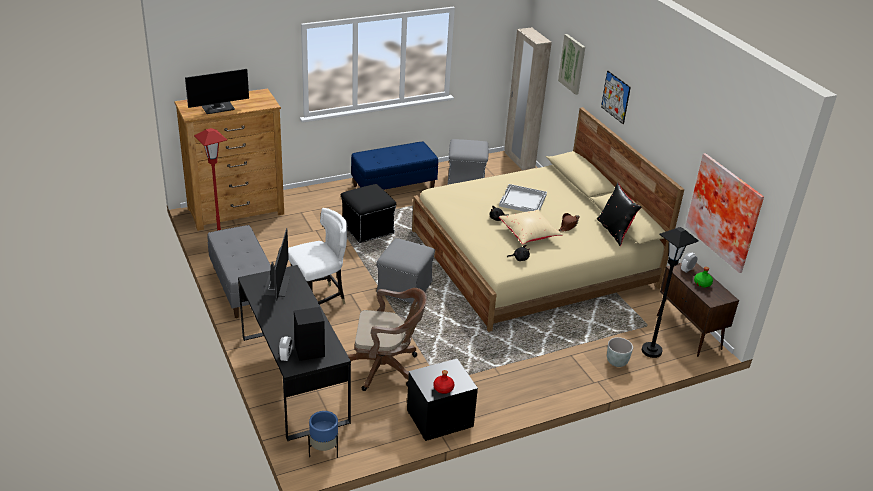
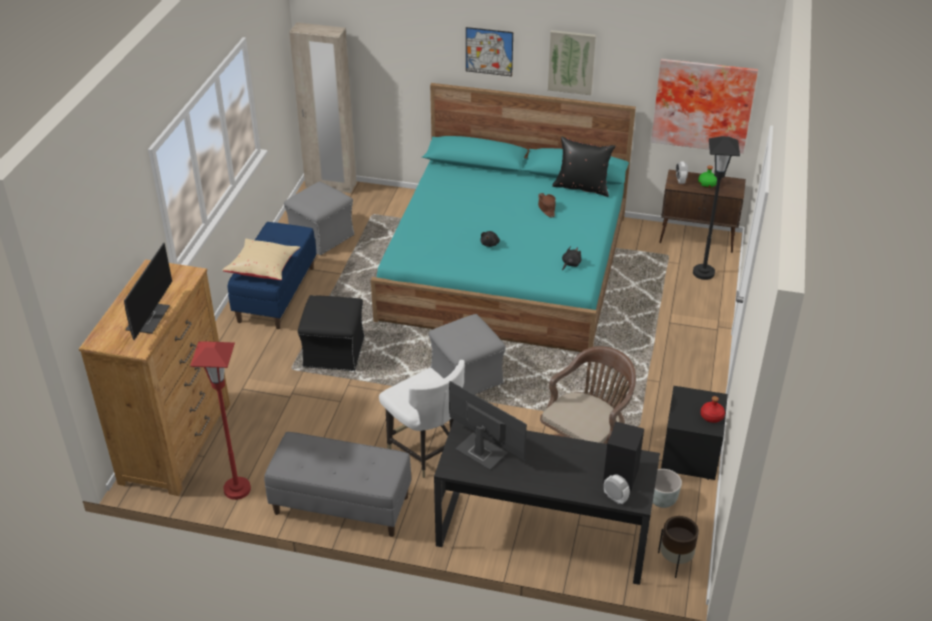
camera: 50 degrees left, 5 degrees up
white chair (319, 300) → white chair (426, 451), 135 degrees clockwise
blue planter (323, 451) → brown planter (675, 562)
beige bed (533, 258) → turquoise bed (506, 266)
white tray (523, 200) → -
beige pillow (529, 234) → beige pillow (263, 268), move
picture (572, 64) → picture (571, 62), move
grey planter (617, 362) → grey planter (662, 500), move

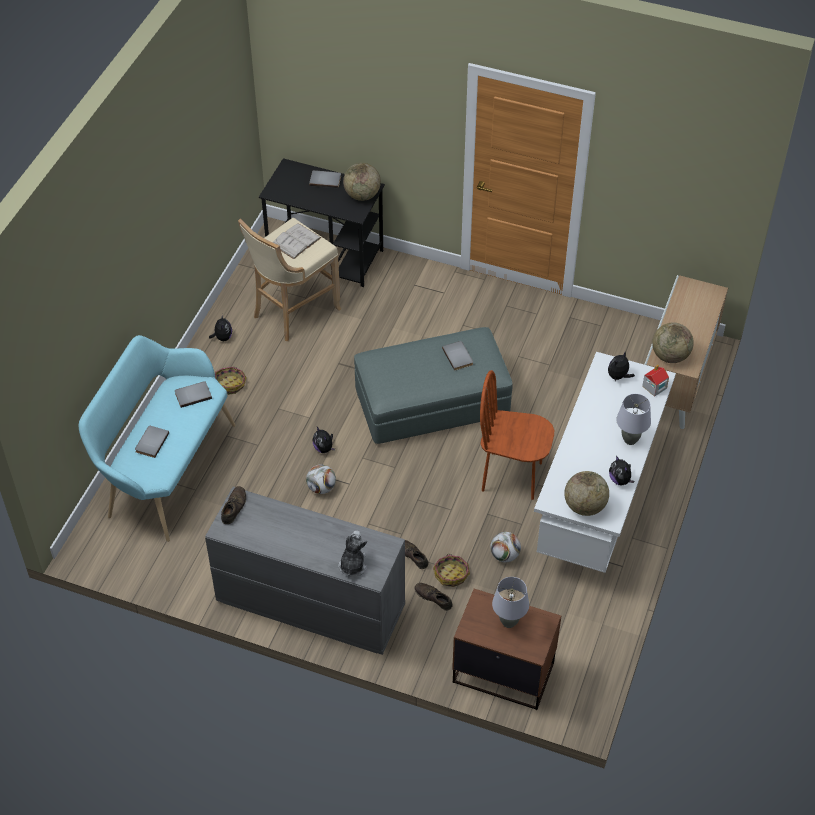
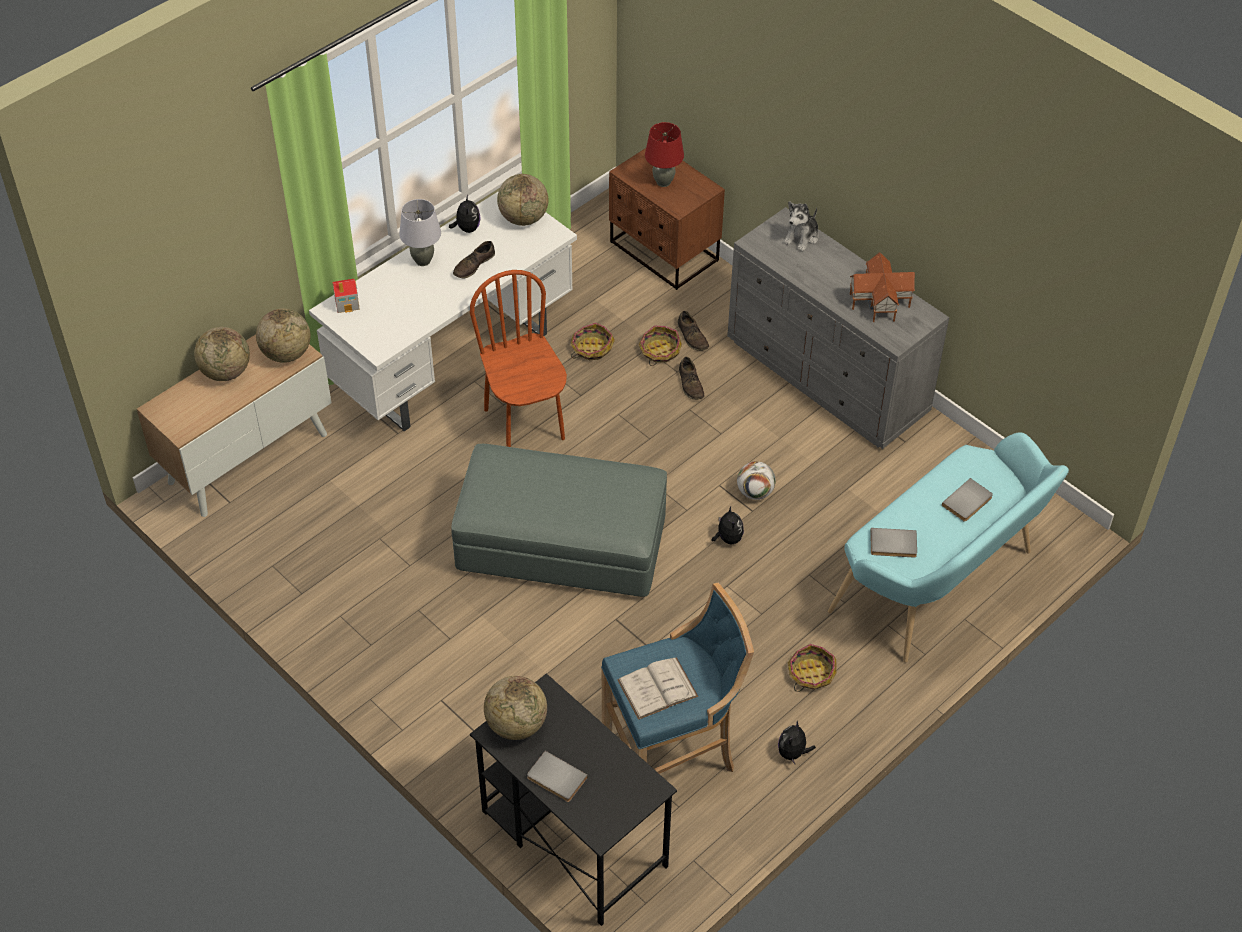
camera: 155 degrees left, 0 degrees up
brown shoe (234, 507) → brown shoe (474, 265), move
beige stool (292, 312) → blue stool (673, 755)
grey book (458, 356) → -
brown chair (512, 476) → brown chair (525, 424), 150 degrees counterclockwise
football (504, 555) → basket (591, 348)
grey table lamp (508, 622) → red table lamp (663, 182)
plush toy (618, 376) → -
- → globe (226, 372)
- → toy house (878, 301)

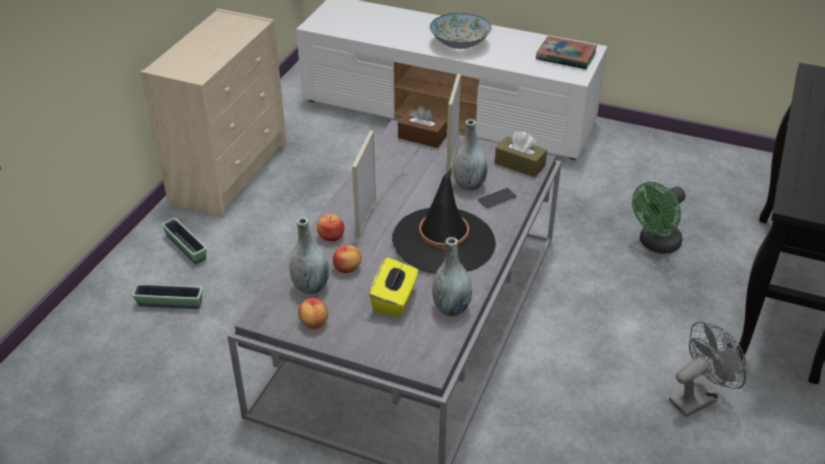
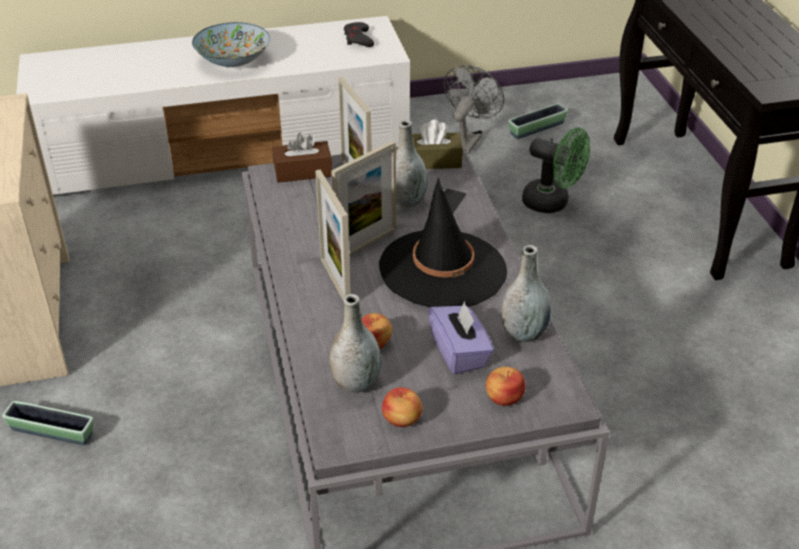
camera: 35 degrees left, 0 degrees up
planter (170, 303) → planter (537, 129), move
apple (331, 236) → apple (504, 397), move
yellow tissue box (394, 300) → purple tissue box (459, 353)
book (566, 57) → grey game controller (358, 39)
green fan (655, 244) → green fan (552, 203), 75 degrees counterclockwise
grey fan (698, 398) → grey fan (467, 140), move
- → picture frame (366, 244)

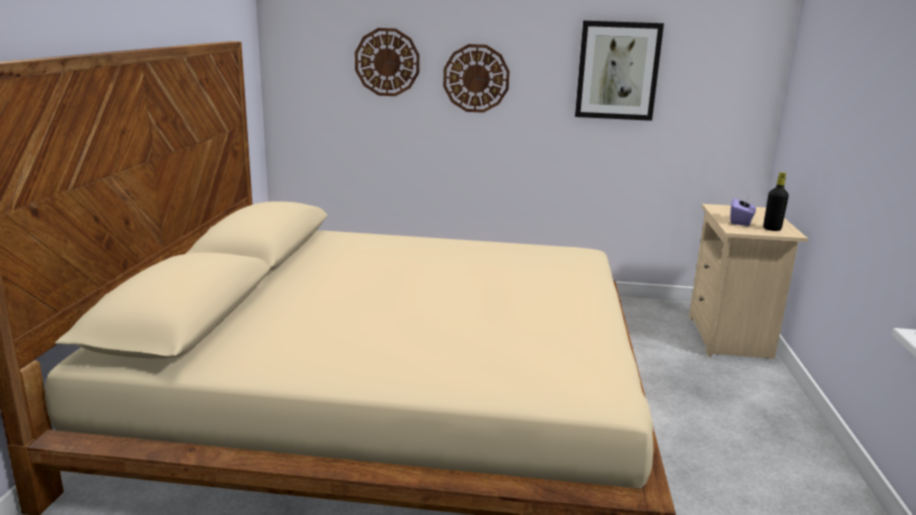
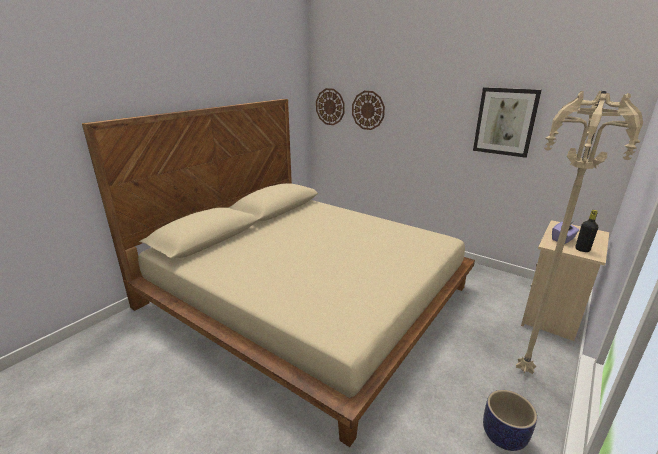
camera: 30 degrees right, 5 degrees up
wall clock (476, 78) → wall clock (330, 106), move
- → planter (504, 436)
- → beige floor lamp (524, 372)

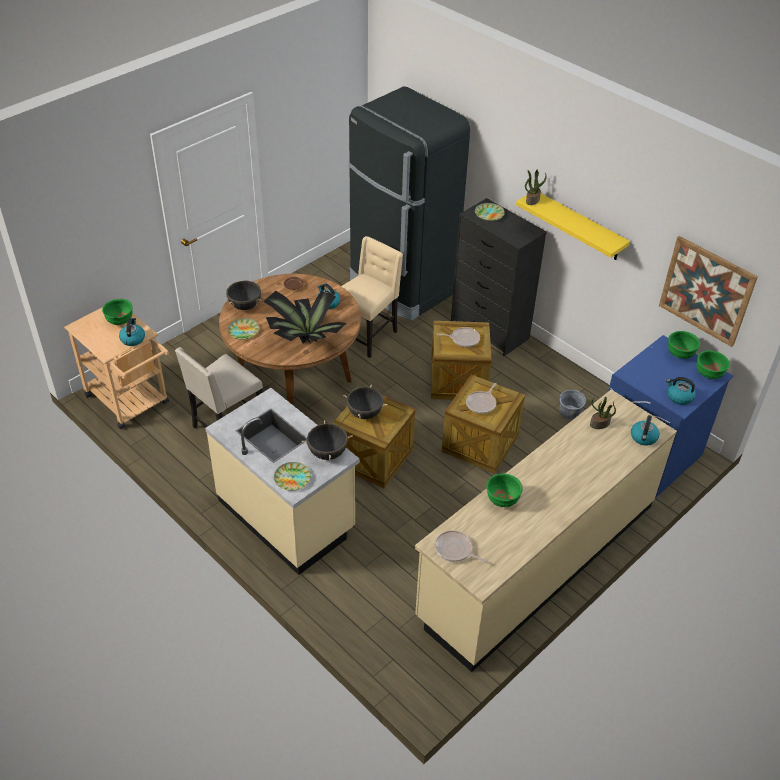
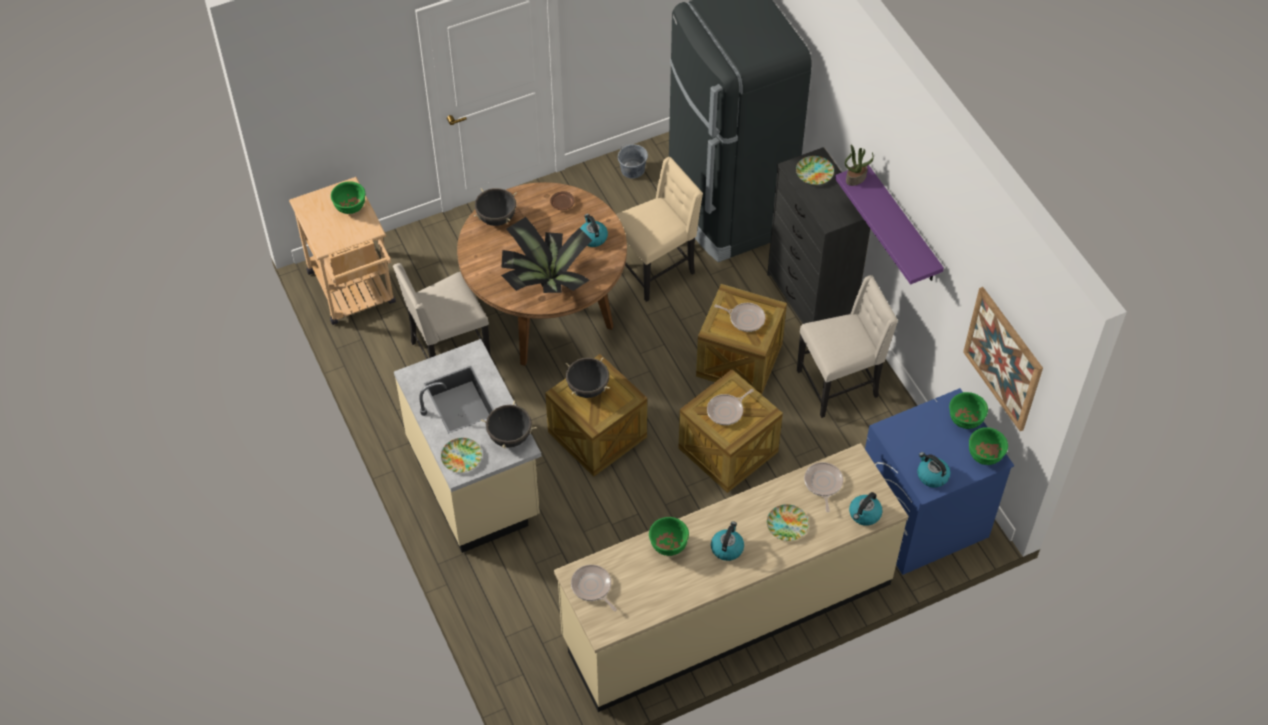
camera: 20 degrees right, 10 degrees up
kettle (133, 339) → kettle (727, 548), move
plate (243, 331) → plate (787, 525), move
yellow shelf (579, 226) → purple shelf (902, 225)
grey bucket (570, 412) → grey bucket (633, 170), move
potted plant (599, 424) → frying pan (823, 484)
- → beige chair (839, 384)

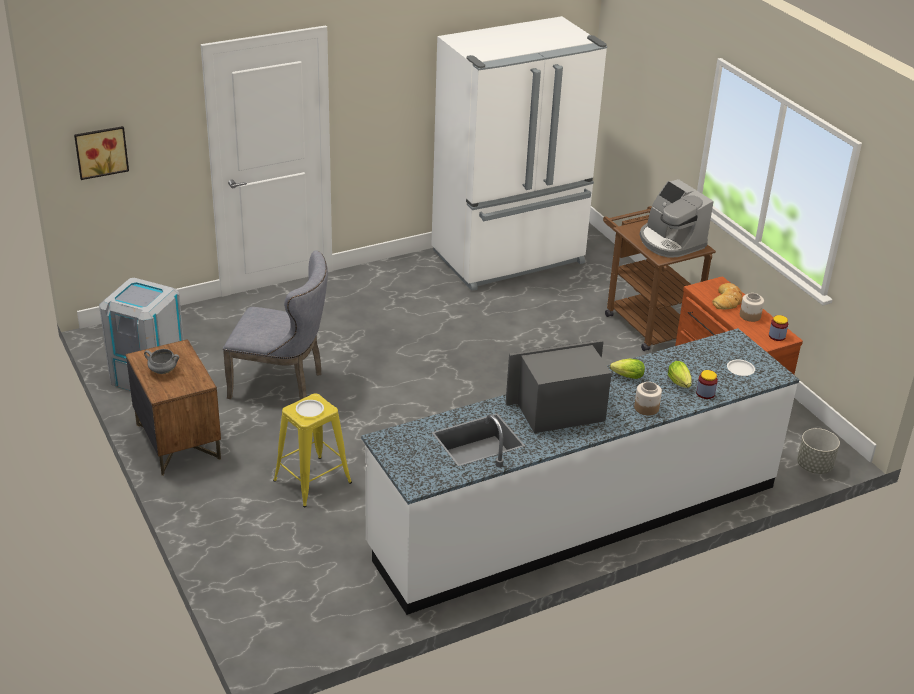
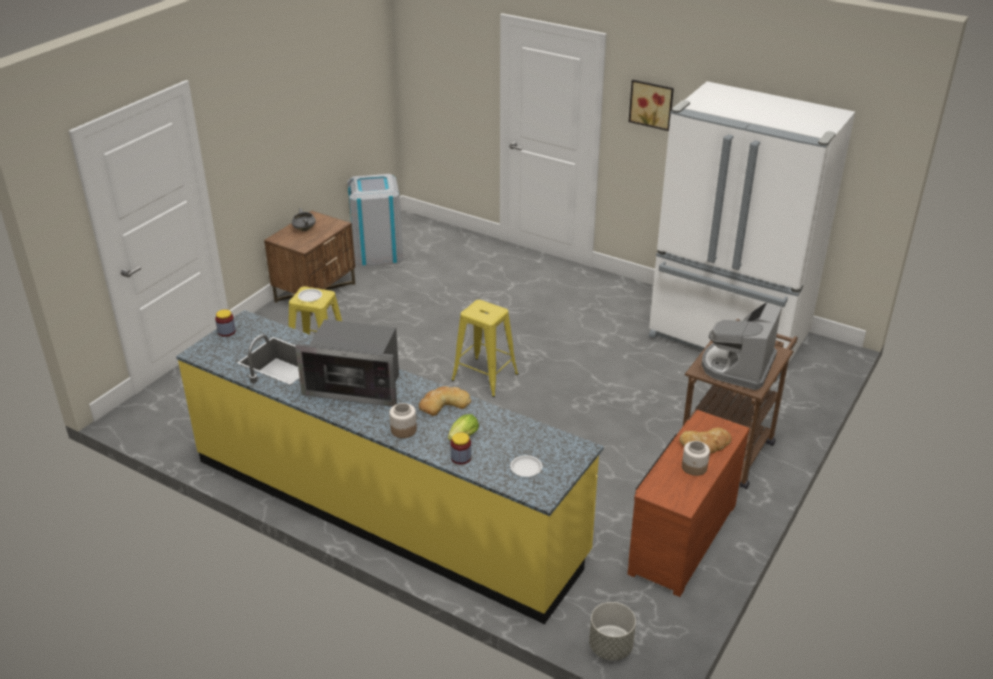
camera: 60 degrees right, 0 degrees up
picture (101, 151) → picture (652, 104), move
grey chair (282, 384) → -
white counter (576, 517) → yellow counter (386, 507)
microwave (560, 411) → microwave (356, 386), 150 degrees clockwise
lettuce (625, 376) → bread (443, 404)
jar (777, 336) → jar (226, 331), move
- → yellow stool (485, 377)

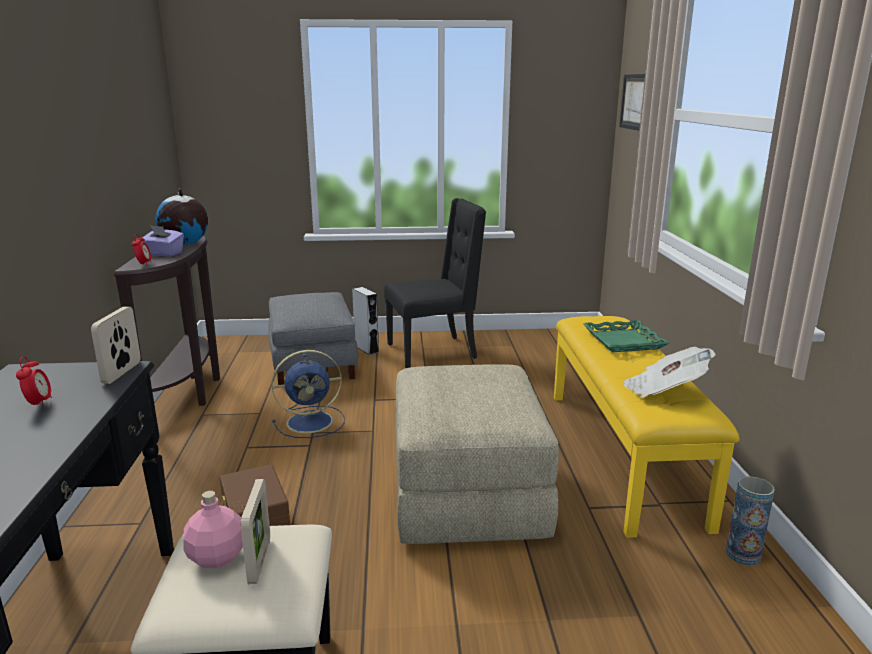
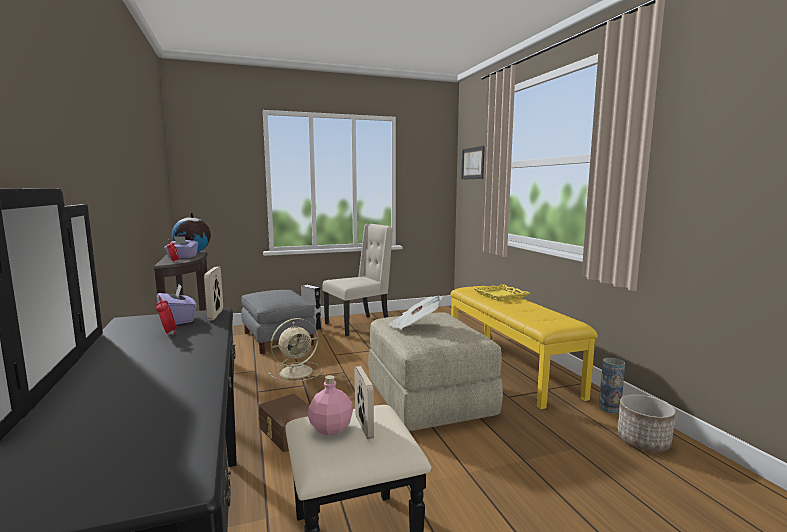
camera: 15 degrees left, 10 degrees down
blue fan (312, 422) → beige fan (297, 371)
black chair (433, 351) → beige chair (358, 325)
green tray (624, 341) → yellow tray (501, 295)
newspaper (664, 391) → newspaper (414, 326), move
- → purple tissue box (178, 319)
- → planter (643, 441)

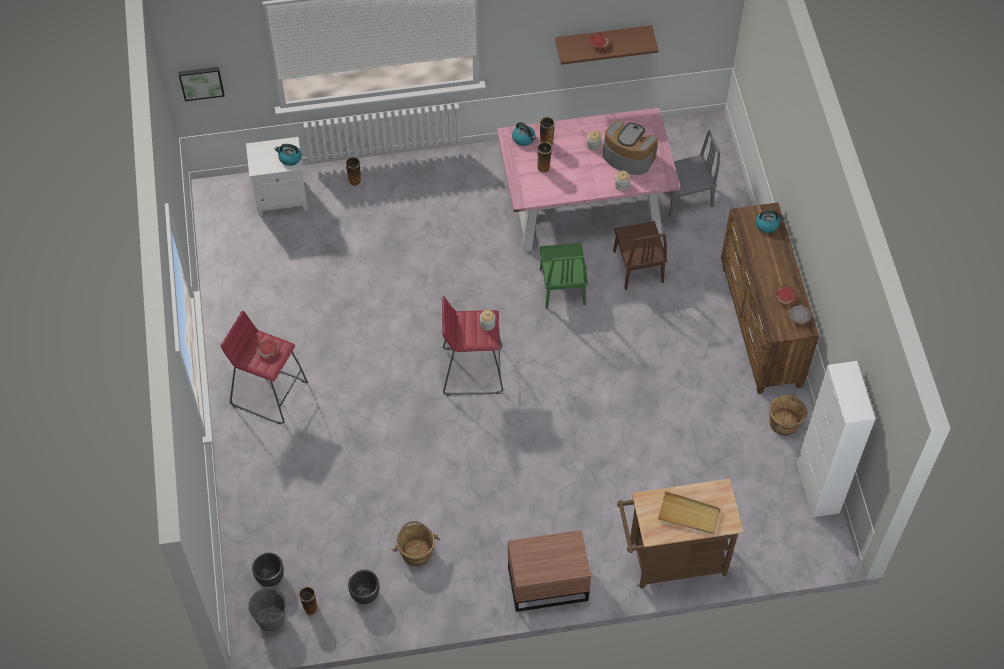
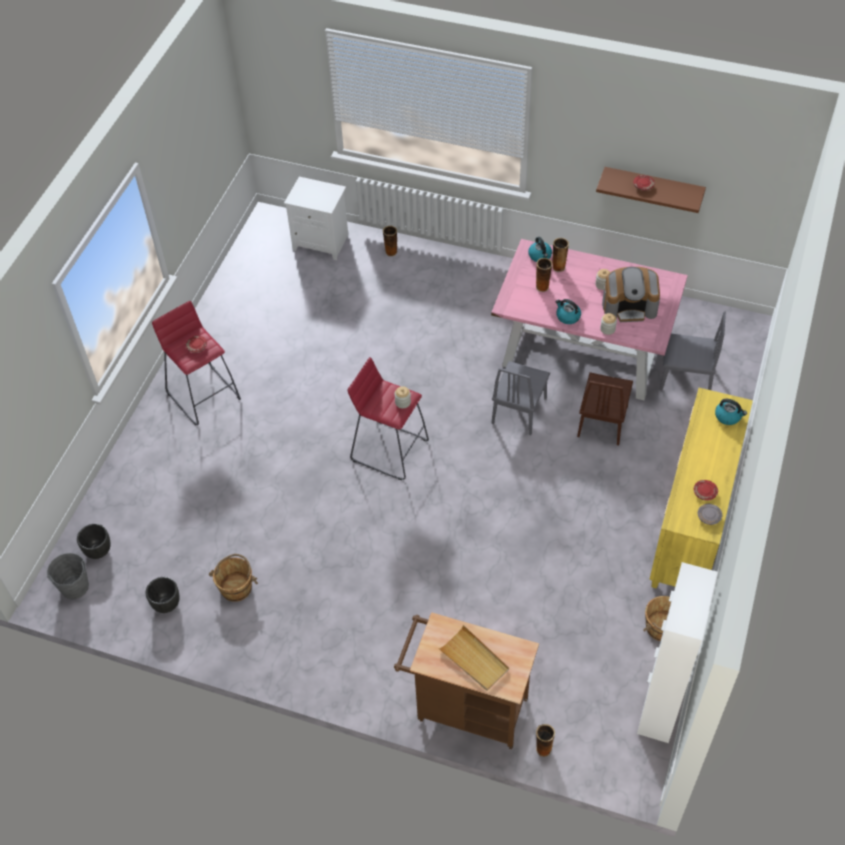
camera: 30 degrees right, 5 degrees down
picture (201, 82) → -
kettle (290, 158) → kettle (567, 316), move
vase (310, 608) → vase (543, 749), move
brown nightstand (546, 583) → -
green chair (562, 286) → grey chair (519, 410)
coffee machine (627, 156) → coffee machine (629, 306), 120 degrees clockwise
brown dresser (760, 327) → yellow dresser (691, 525)

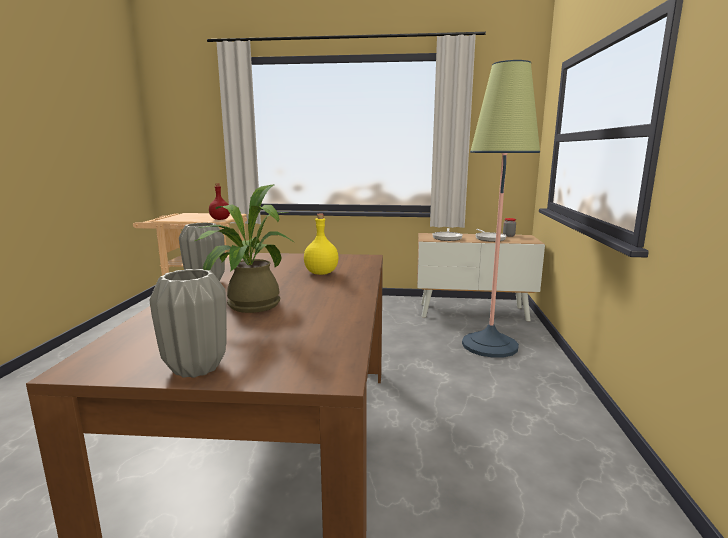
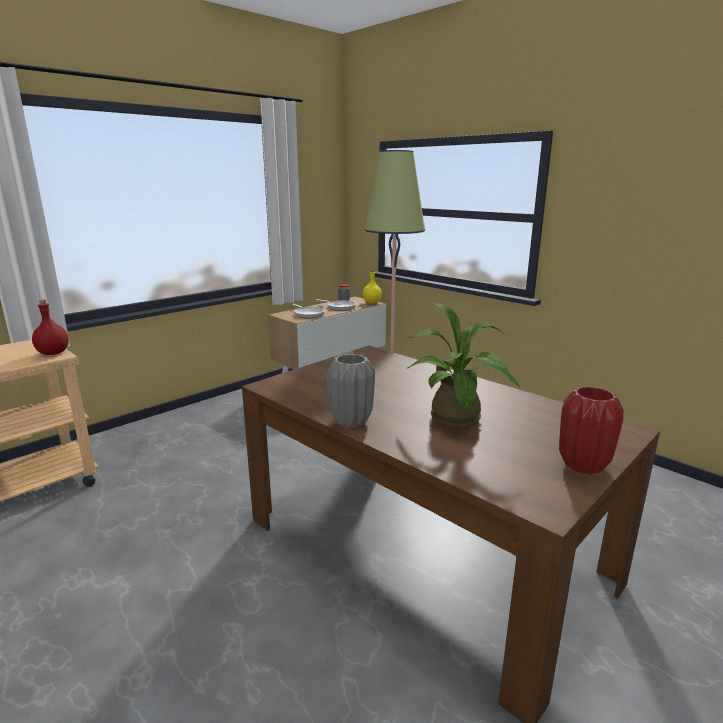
camera: 50 degrees left, 5 degrees up
grey vase (195, 368) → red vase (582, 465)
yellow bottle (322, 273) → yellow bottle (372, 302), move

